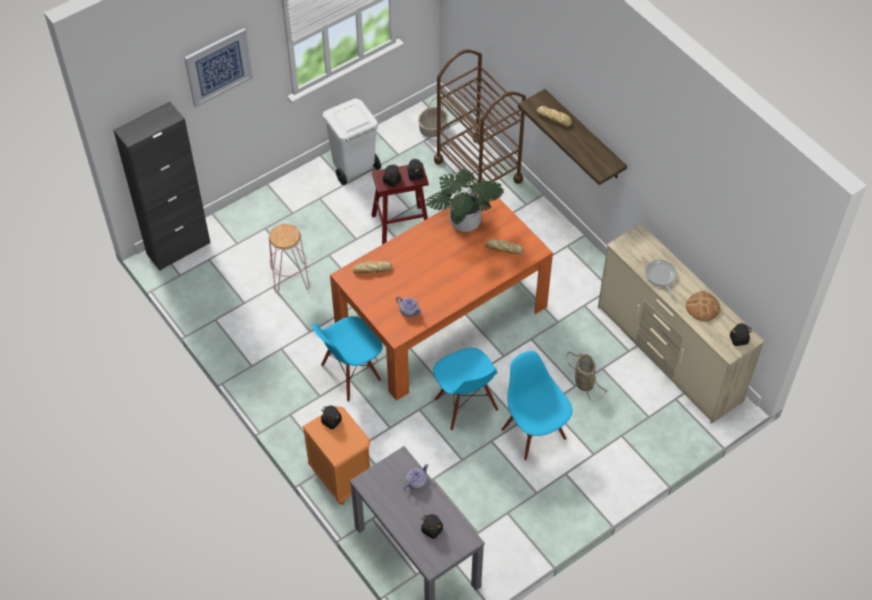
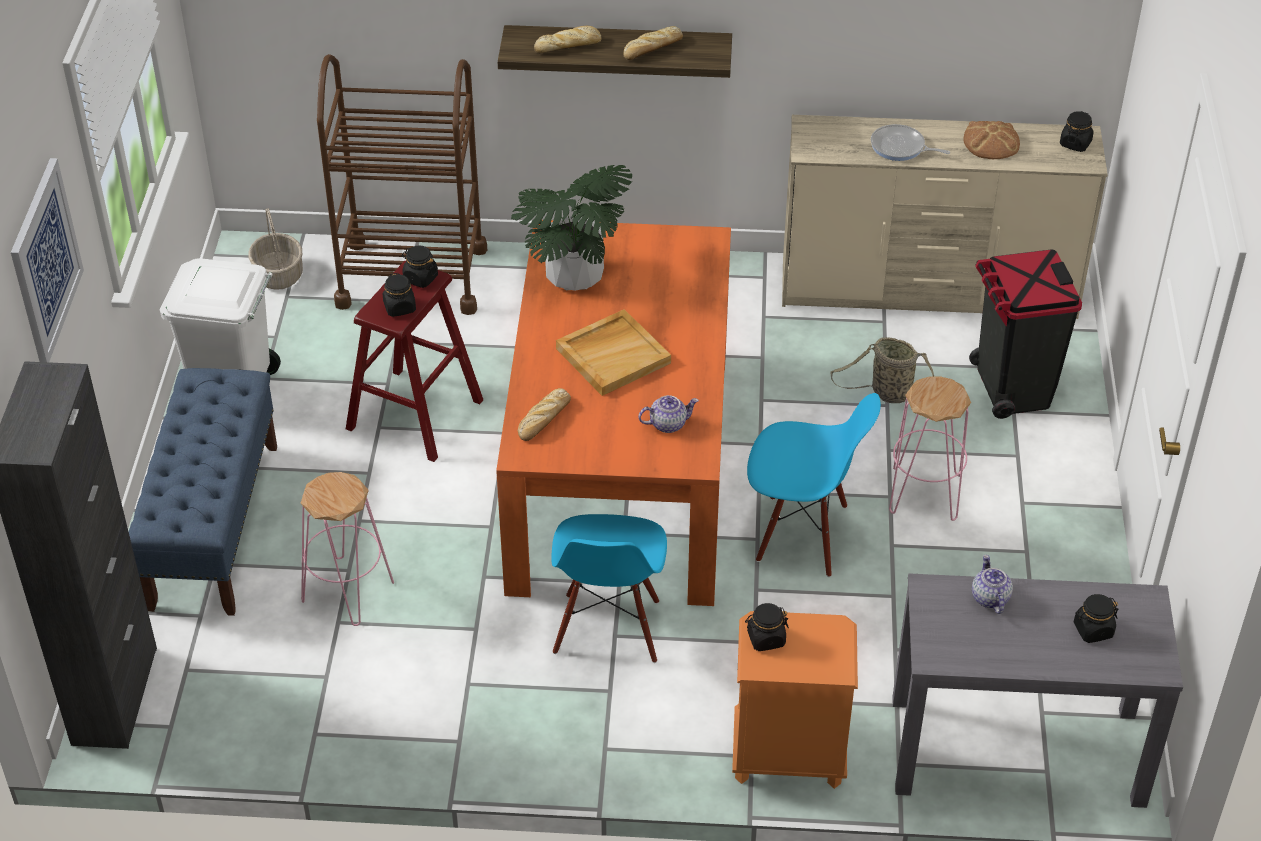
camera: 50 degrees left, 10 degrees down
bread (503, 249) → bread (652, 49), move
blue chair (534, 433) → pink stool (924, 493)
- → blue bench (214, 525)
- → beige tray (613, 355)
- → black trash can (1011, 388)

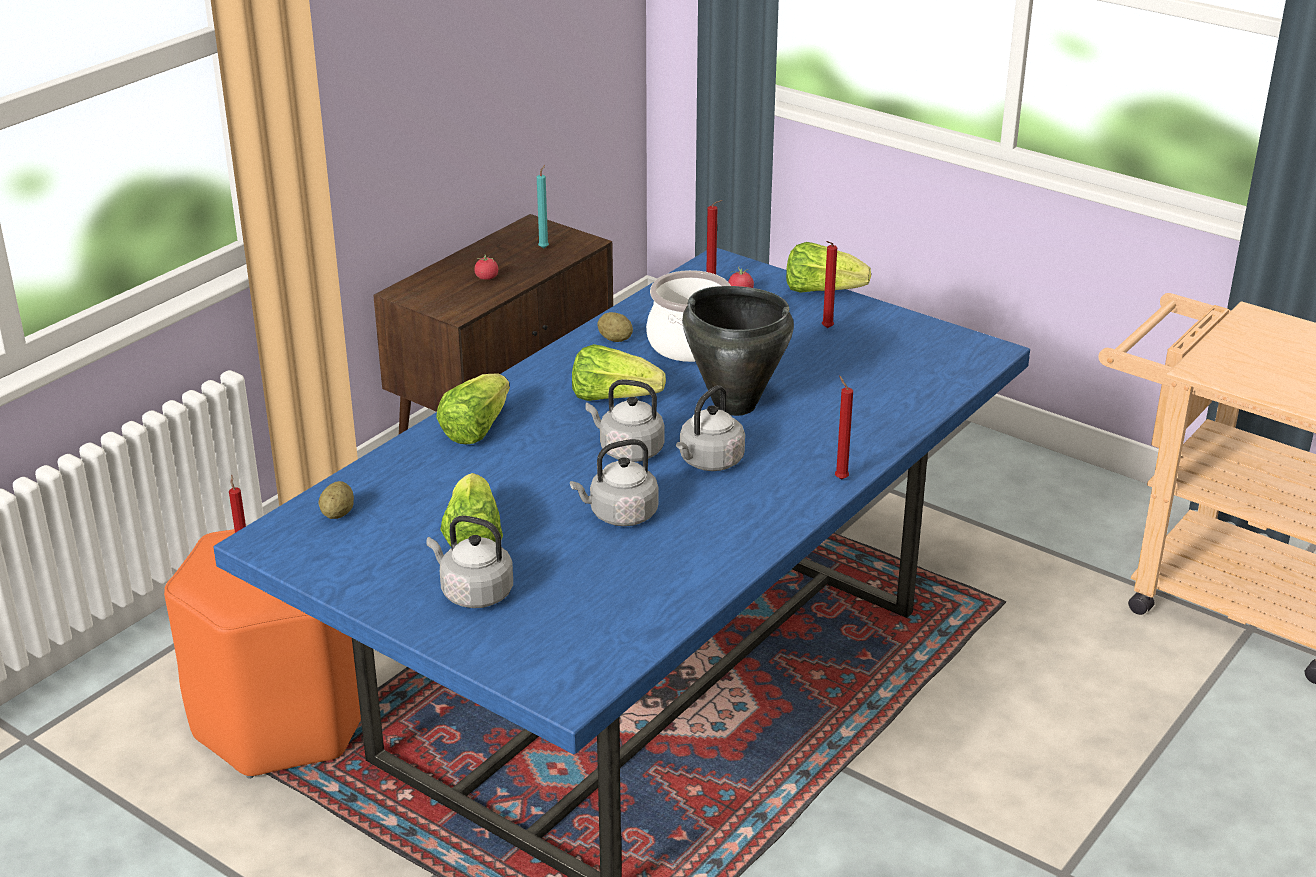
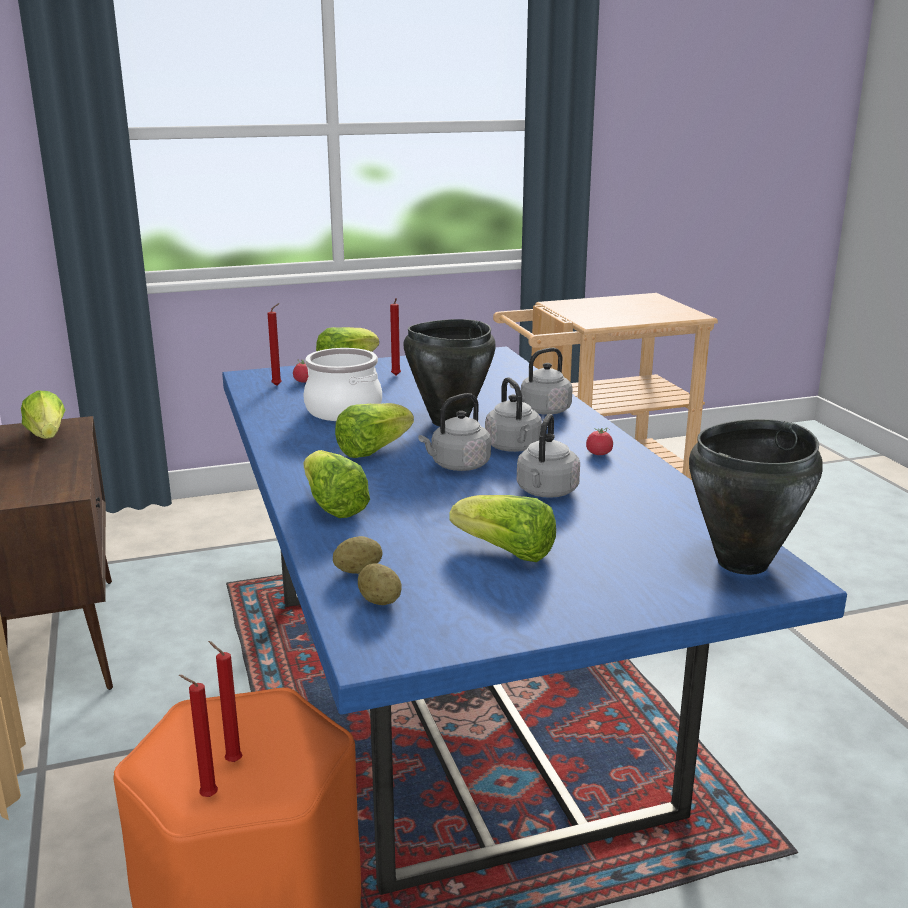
camera: 55 degrees left, 10 degrees down
grey kettle (473, 593) → grey kettle (542, 411), move
tomato (486, 278) → tomato (599, 454), move
turquoise candle (544, 247) → lettuce (47, 436)
potato (615, 339) → potato (358, 571), move
red candle (840, 478) → red candle (206, 796), move
- → black cooking pot (744, 563)

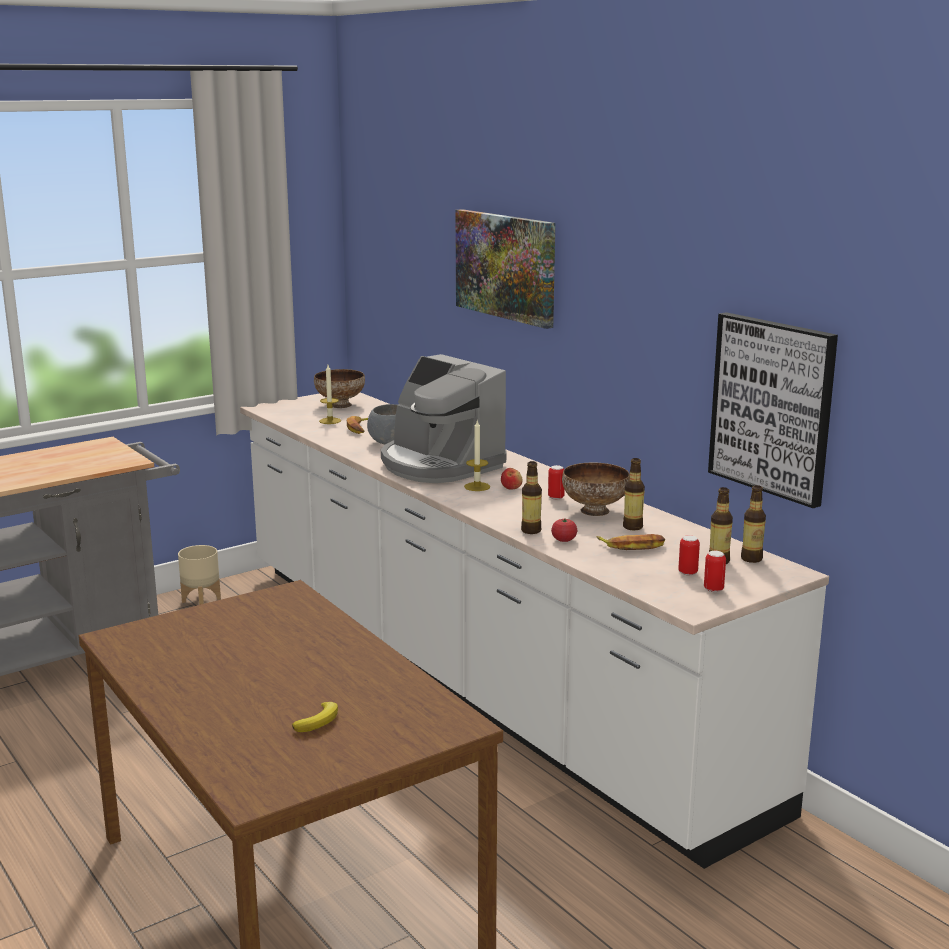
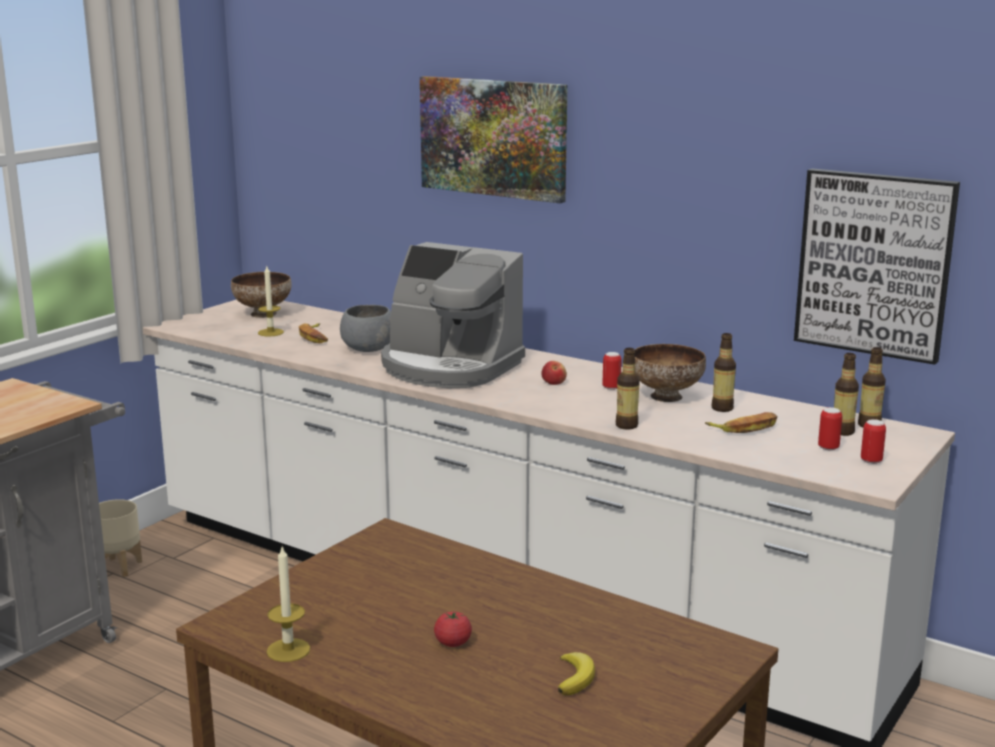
camera: 20 degrees left, 0 degrees up
candle (477, 486) → candle (288, 650), move
tomato (564, 540) → tomato (453, 643), move

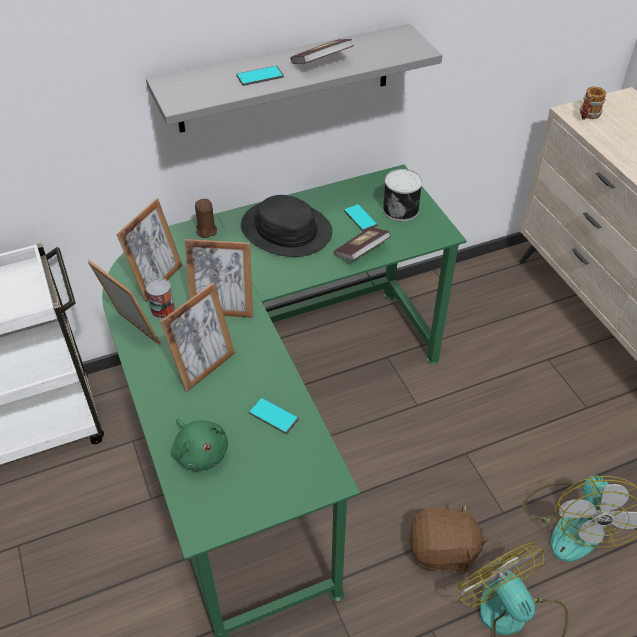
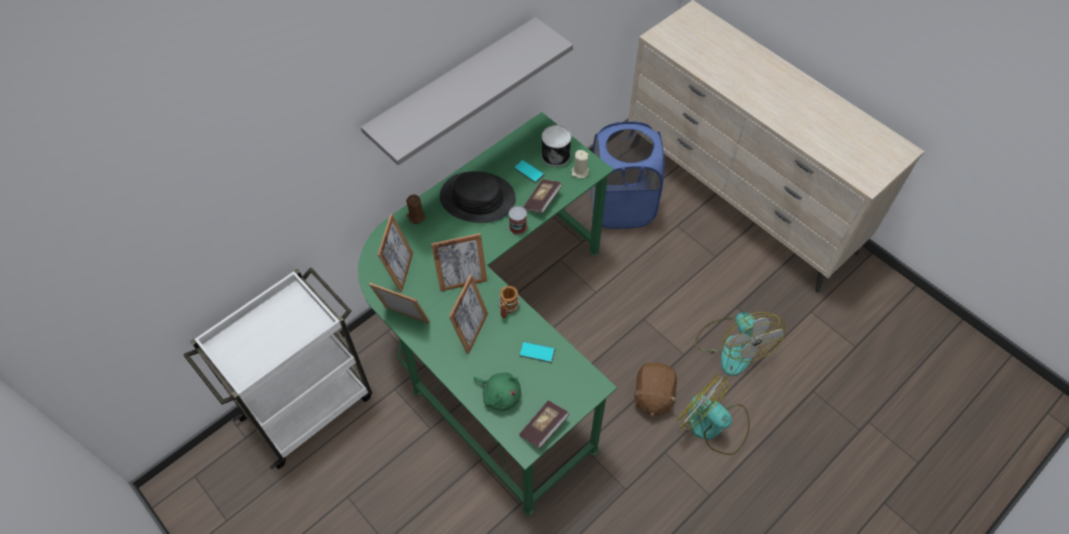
camera: 20 degrees left, 10 degrees up
can (163, 310) → can (518, 227), move
phone (260, 76) → -
book (321, 63) → book (544, 428), move
brown plush toy (442, 551) → brown plush toy (652, 396), 120 degrees clockwise
mug (587, 115) → mug (507, 309), move
- → beige candle (580, 172)
- → blue laundry basket (621, 206)

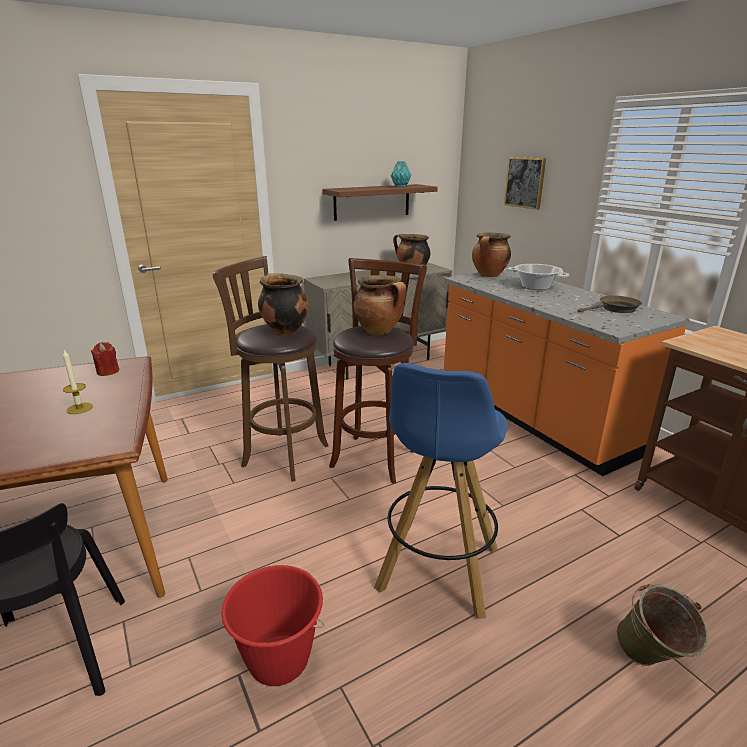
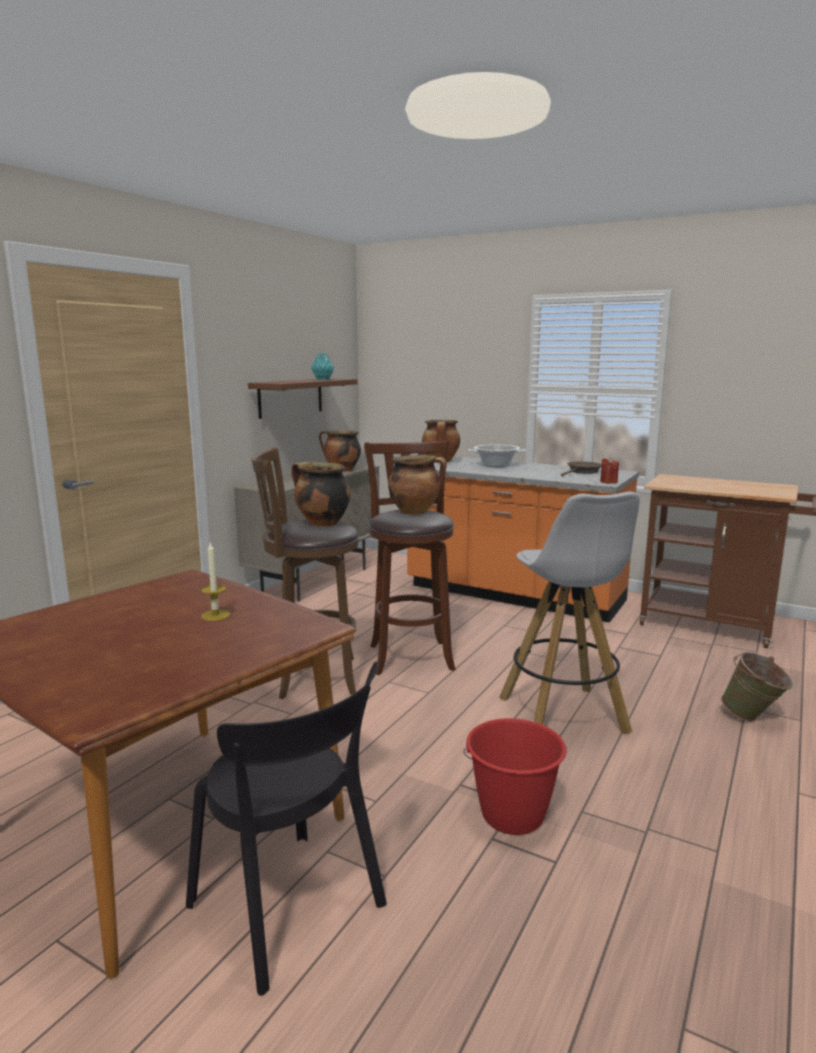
camera: 30 degrees left, 10 degrees down
red candle (108, 371) → red candle (608, 482), move
blue stool (438, 570) → white stool (563, 716)
picture (525, 182) → -

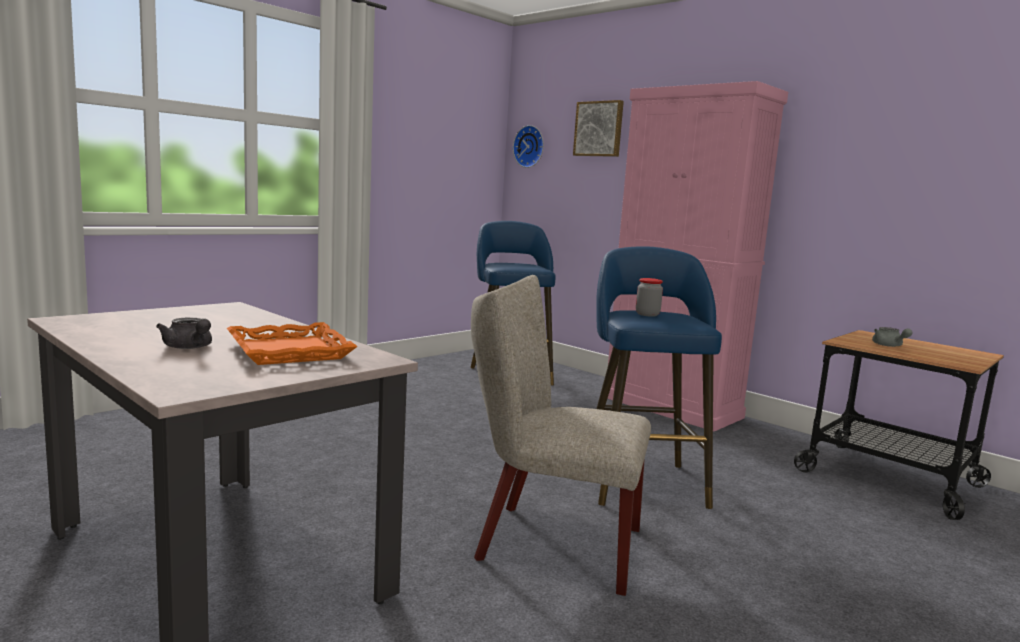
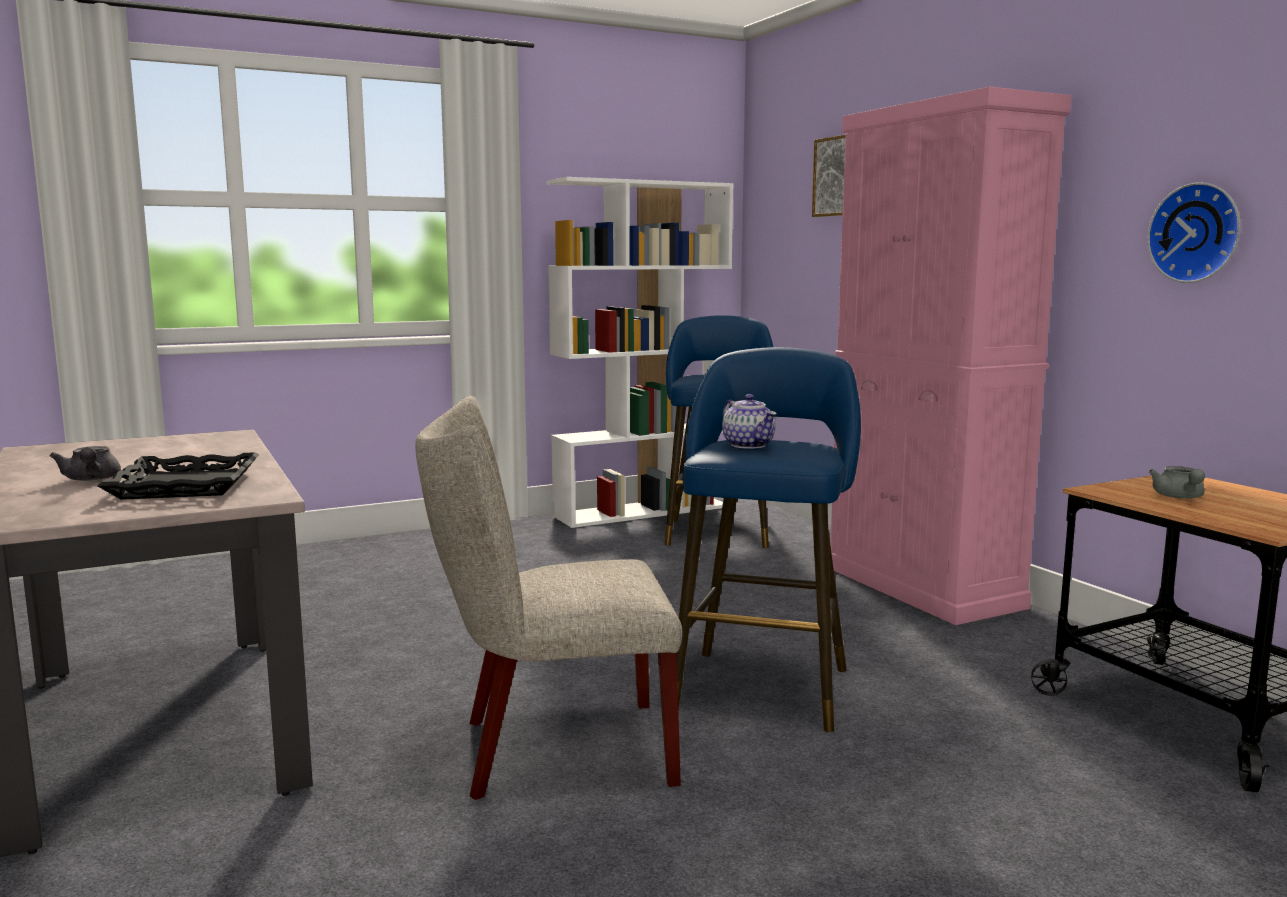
camera: 20 degrees right, 0 degrees up
orange tray (291, 351) → black tray (186, 486)
beige chair (548, 543) → beige chair (552, 751), 45 degrees counterclockwise
wall clock (530, 146) → wall clock (1197, 233), move
jar (647, 314) → teapot (749, 445)
- → white bookcase (642, 511)

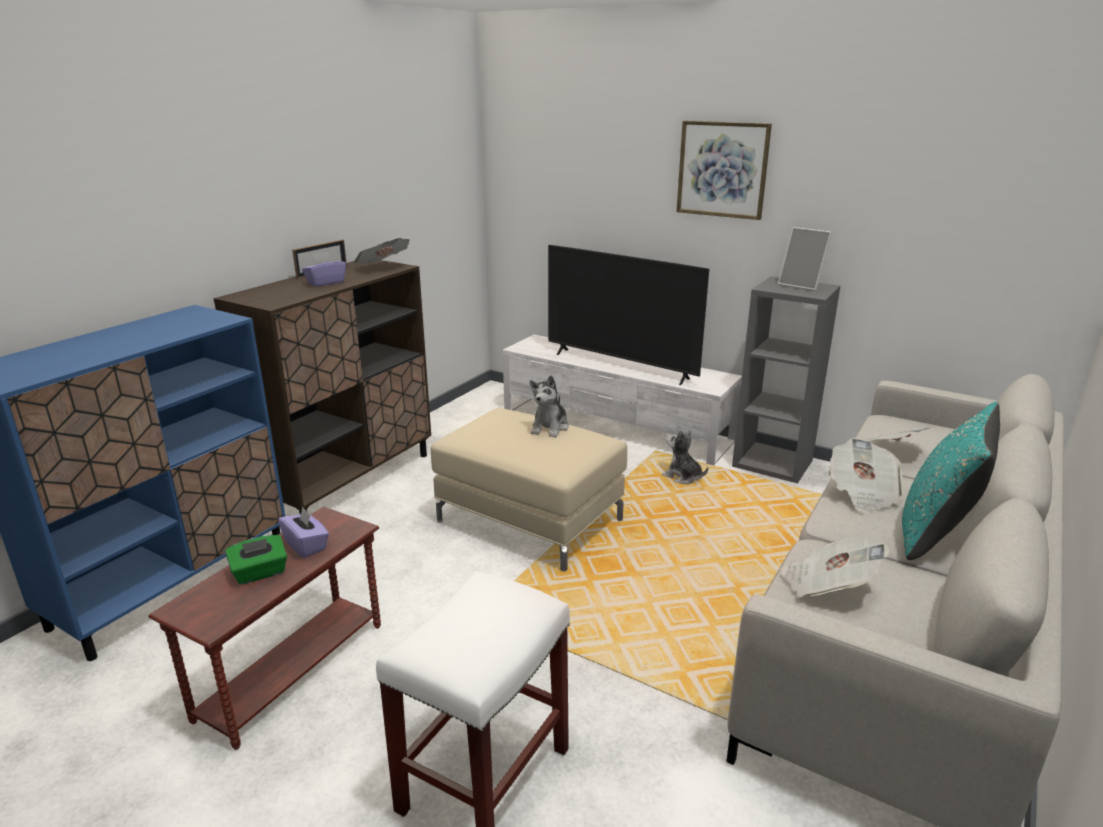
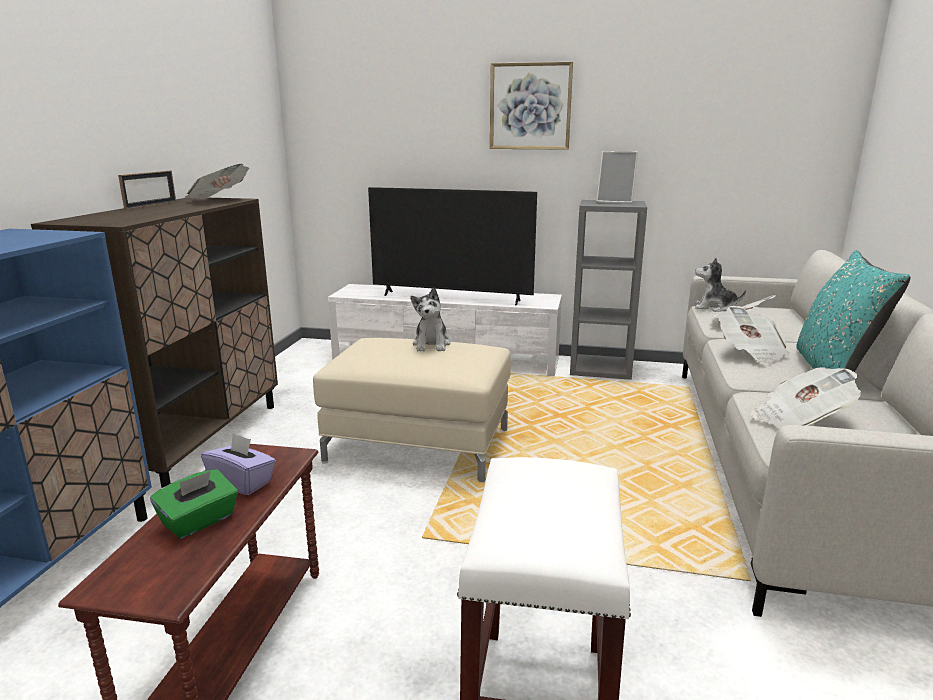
camera: 20 degrees left, 5 degrees down
purple tissue box (325, 283) → -
plush toy (682, 477) → plush toy (714, 307), move

